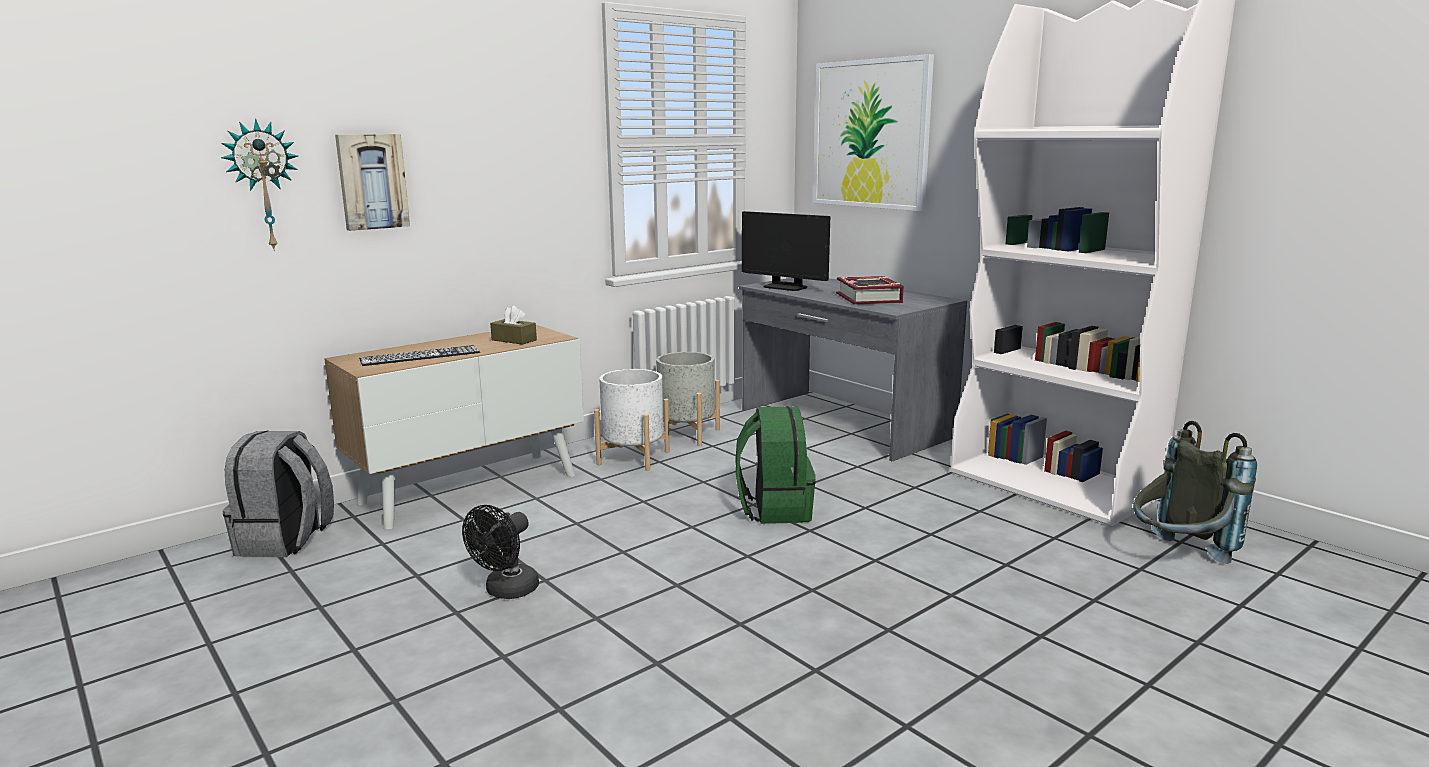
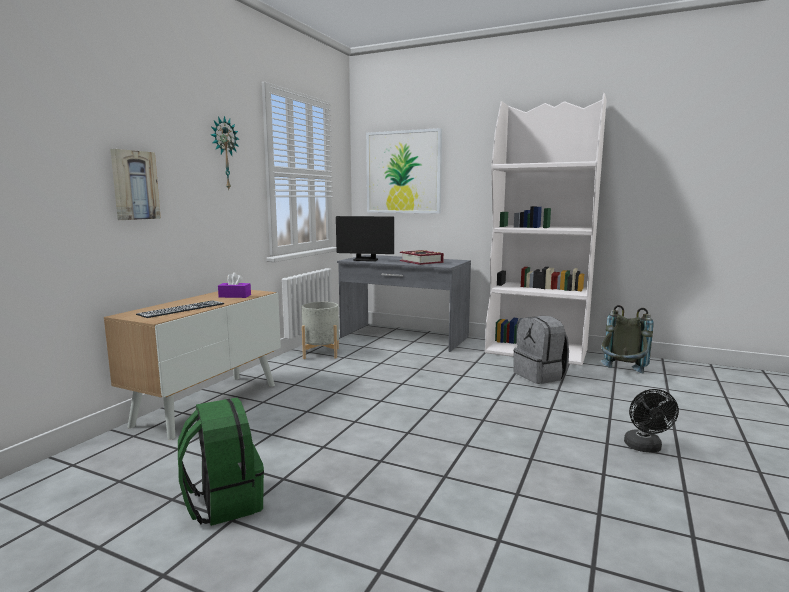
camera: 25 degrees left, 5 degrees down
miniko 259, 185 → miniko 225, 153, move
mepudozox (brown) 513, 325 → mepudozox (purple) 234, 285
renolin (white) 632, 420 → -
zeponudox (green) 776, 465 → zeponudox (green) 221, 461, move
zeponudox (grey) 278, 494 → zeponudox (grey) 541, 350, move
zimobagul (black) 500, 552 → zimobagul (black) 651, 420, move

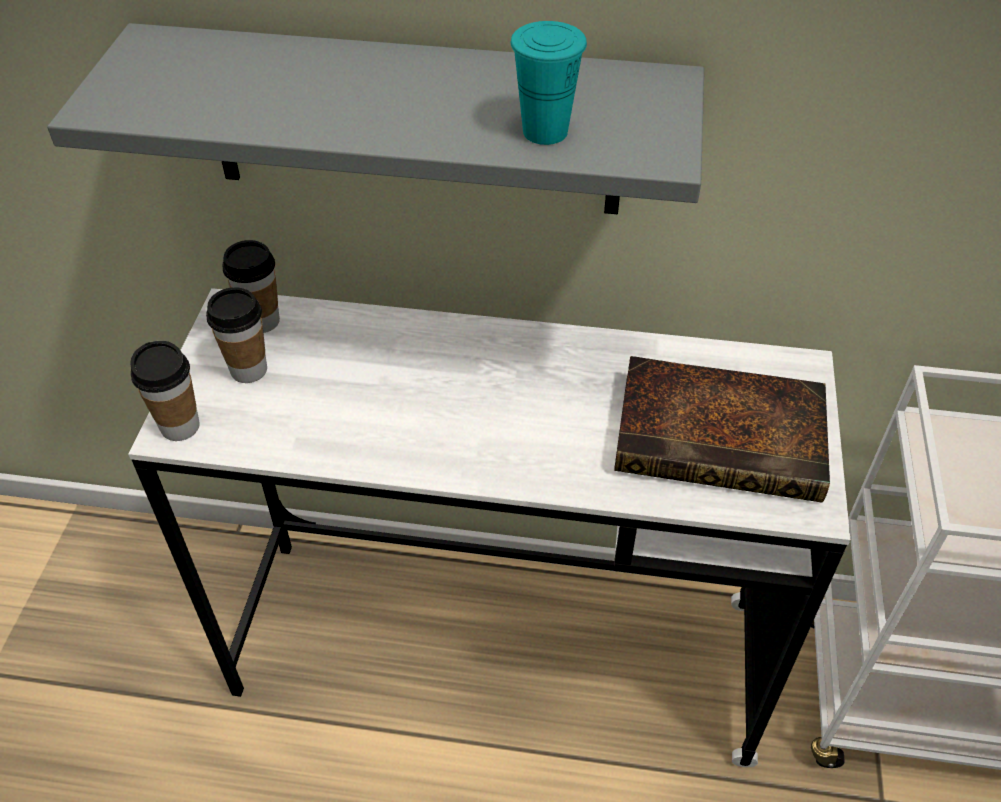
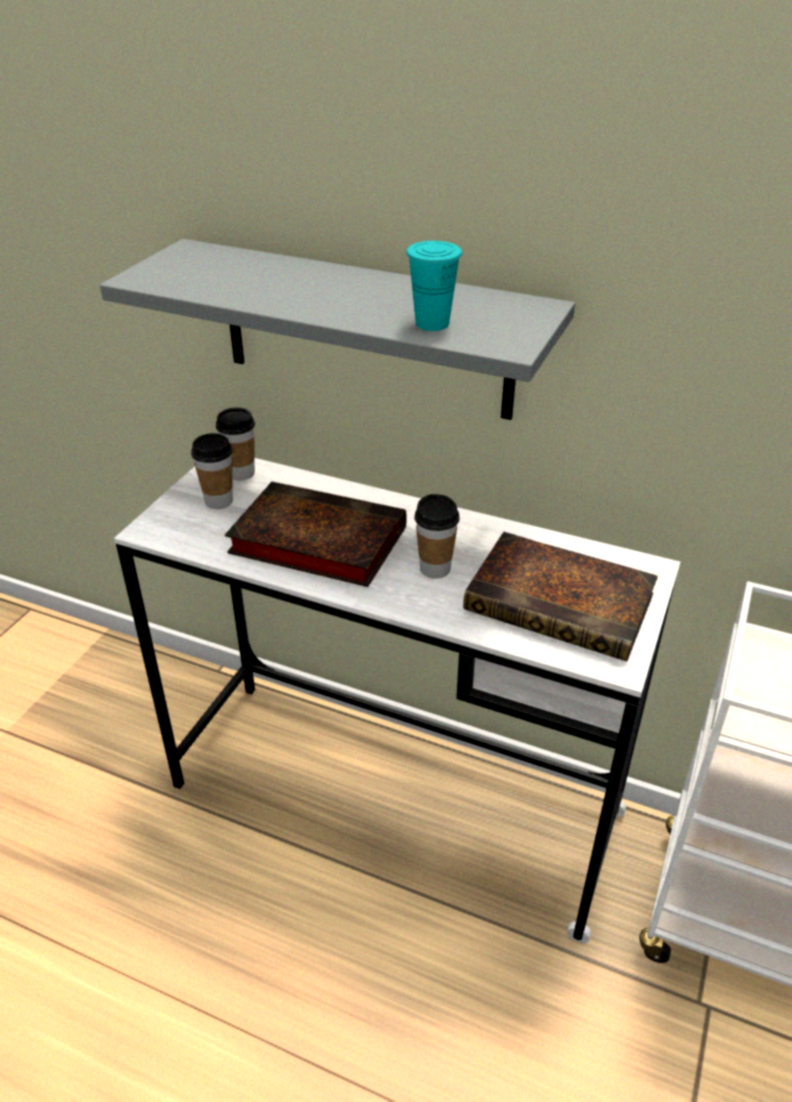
camera: 15 degrees right, 10 degrees down
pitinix 165, 391 → pitinix 437, 536, move
- → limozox 316, 534

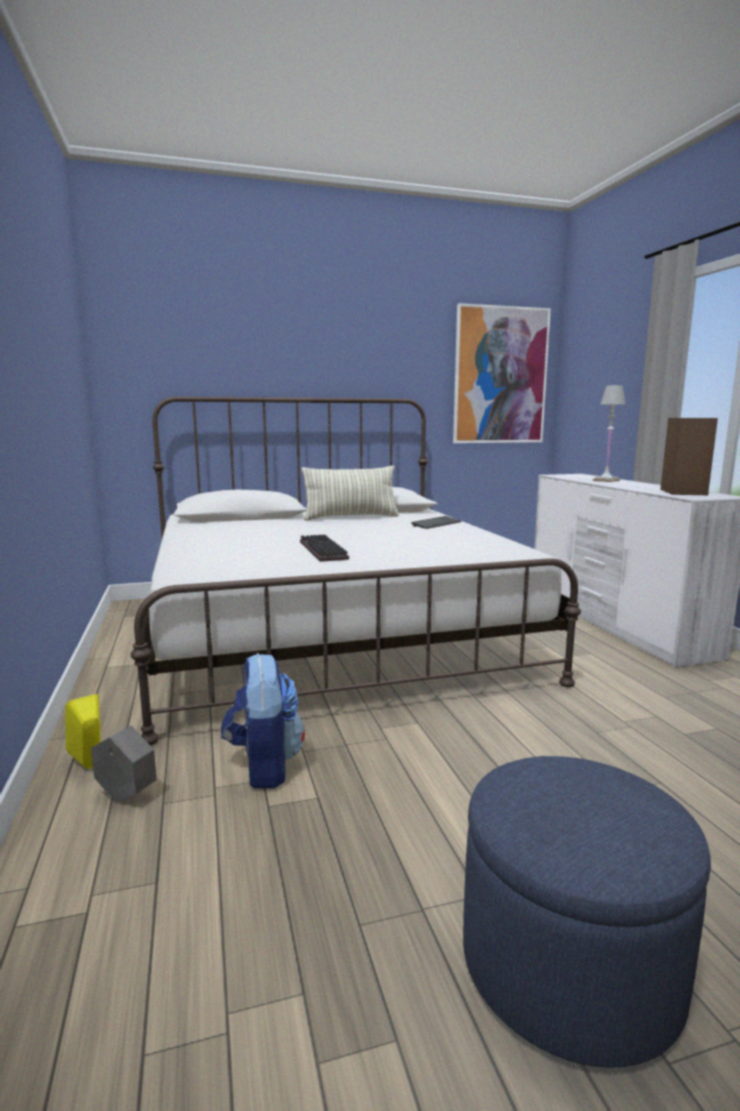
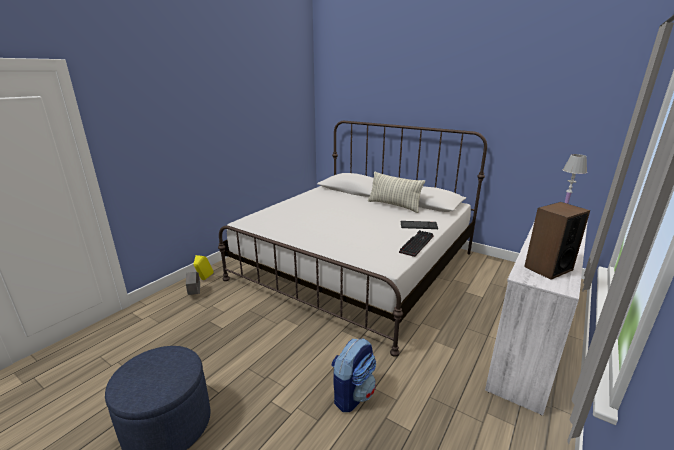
camera: 50 degrees right, 10 degrees up
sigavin 502, 373 → -
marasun 324, 548 → marasun 416, 243, move
zeponudox 263, 720 → zeponudox 353, 375, move

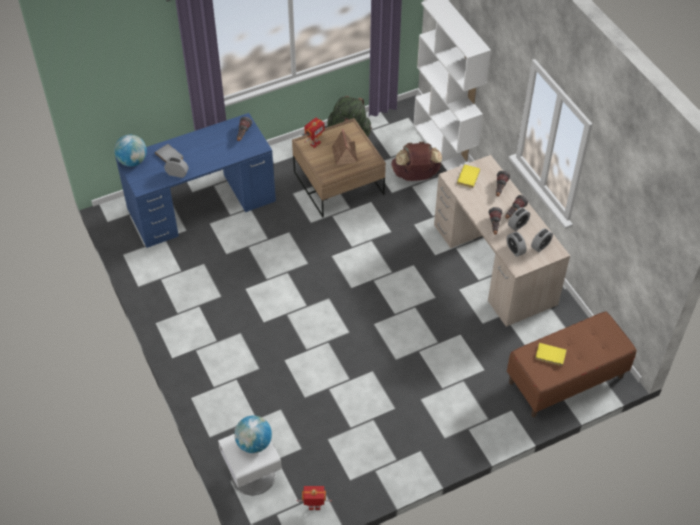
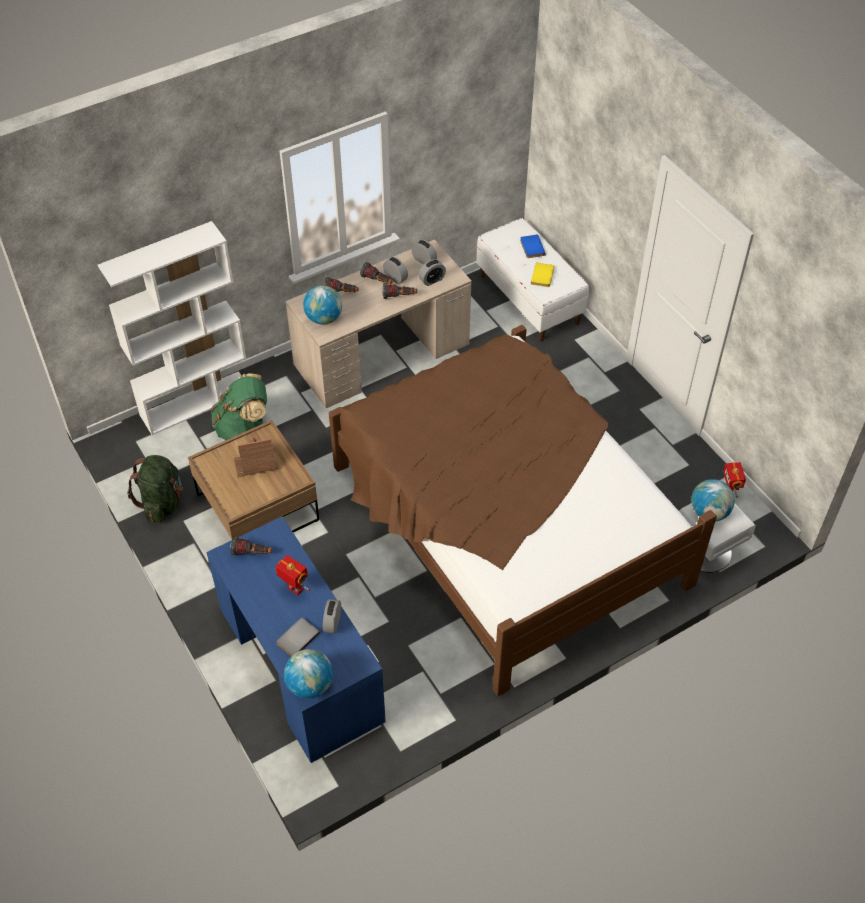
camera: 95 degrees left, 0 degrees up
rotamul 314, 133 → rotamul 293, 575, move
zeponudox (brown) 416, 161 → zeponudox (green) 239, 406
limozox (yellow) 468, 176 → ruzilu 322, 305
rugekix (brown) 571, 364 → rugekix (white) 533, 280
- → limozox (blue) 533, 246
- → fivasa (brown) 523, 510

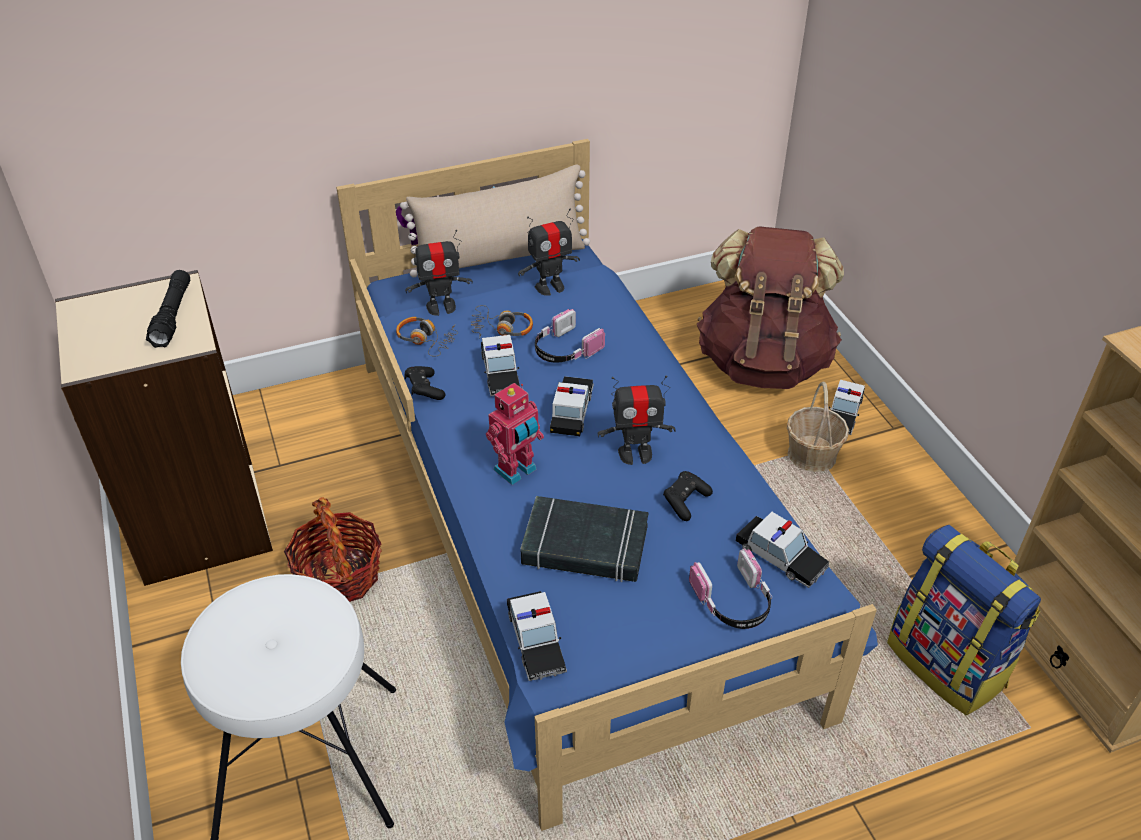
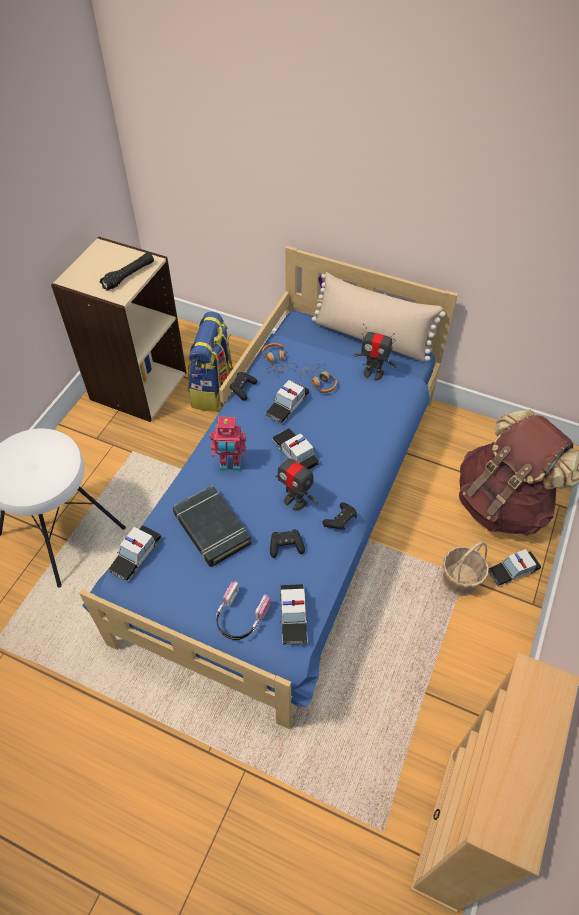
camera: 45 degrees right, 10 degrees up
rotamul 439, 273 → -
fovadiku 570, 335 → -
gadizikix 572, 406 → gadizikix 295, 449, 90 degrees counterclockwise
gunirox 333, 549 → -
zeponudox 964, 620 → zeponudox 210, 361, move
- → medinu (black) 340, 516

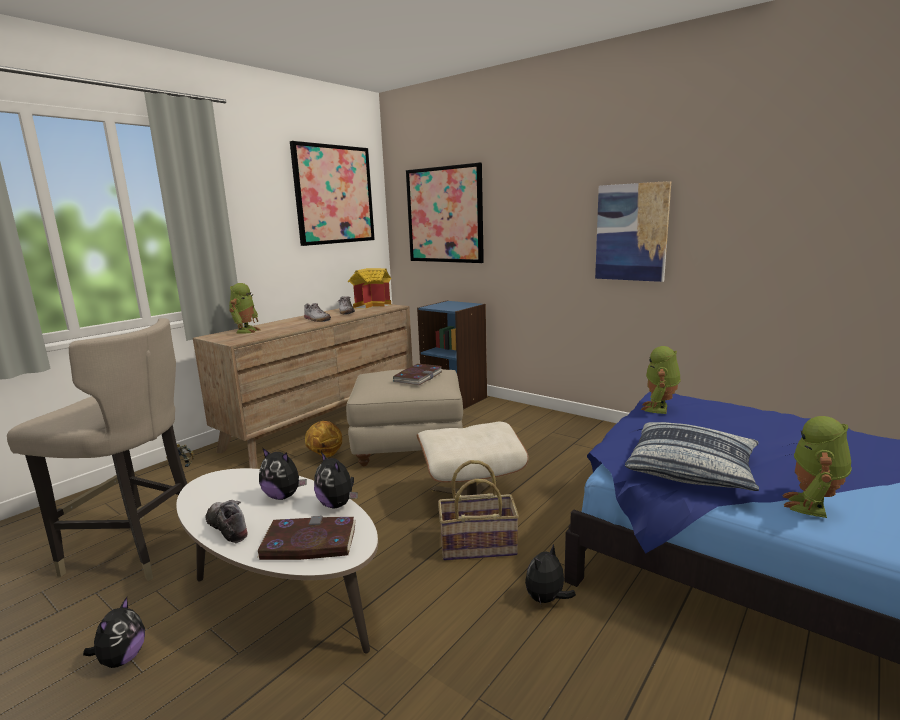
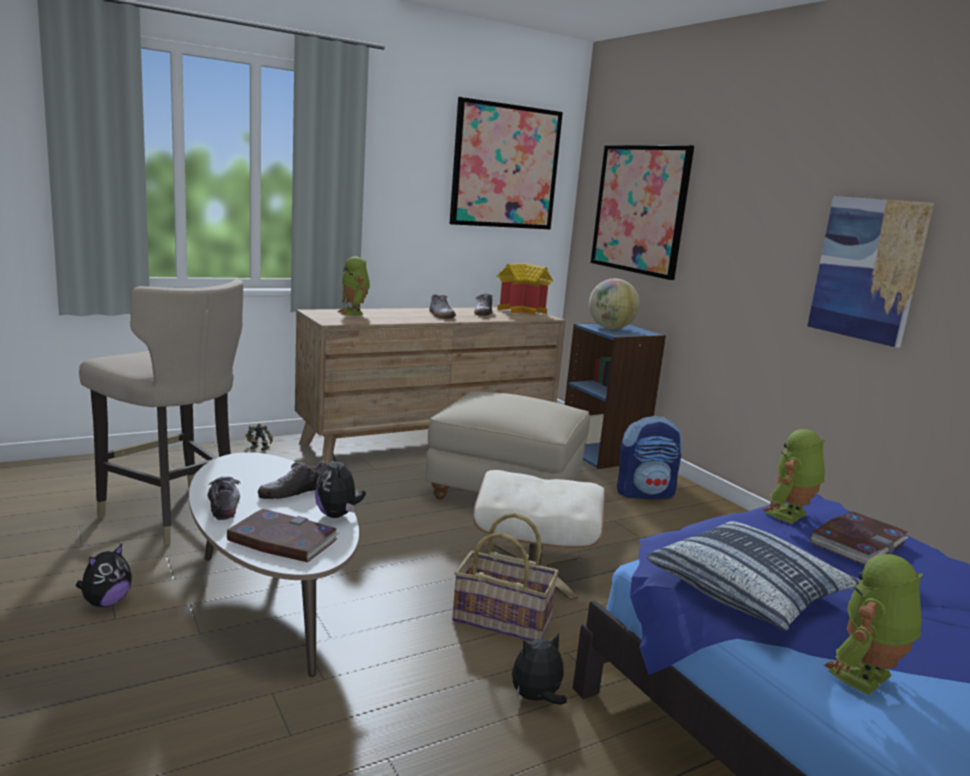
camera: 20 degrees right, 0 degrees up
rotamul 245, 308 → rotamul 354, 285, 120 degrees clockwise
limozox 417, 374 → limozox 859, 538, move
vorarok 323, 439 → -
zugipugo 283, 474 → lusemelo 292, 480
- → ruzilu 614, 304
- → zeponudox 649, 457

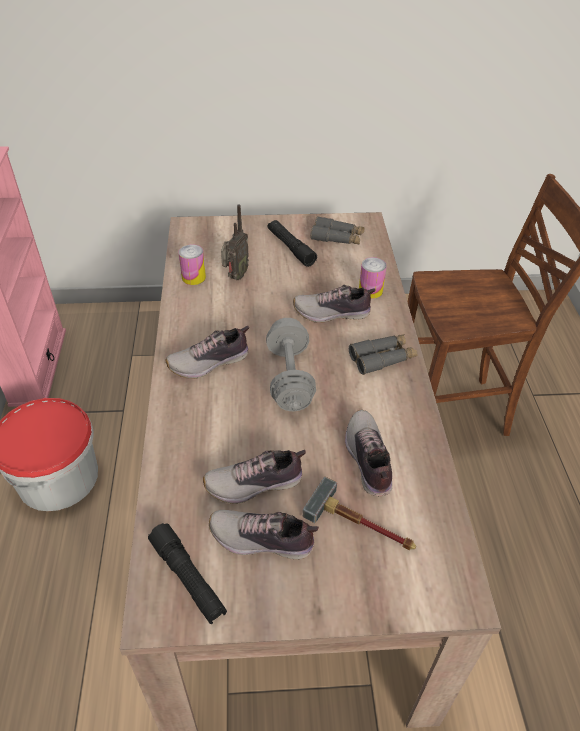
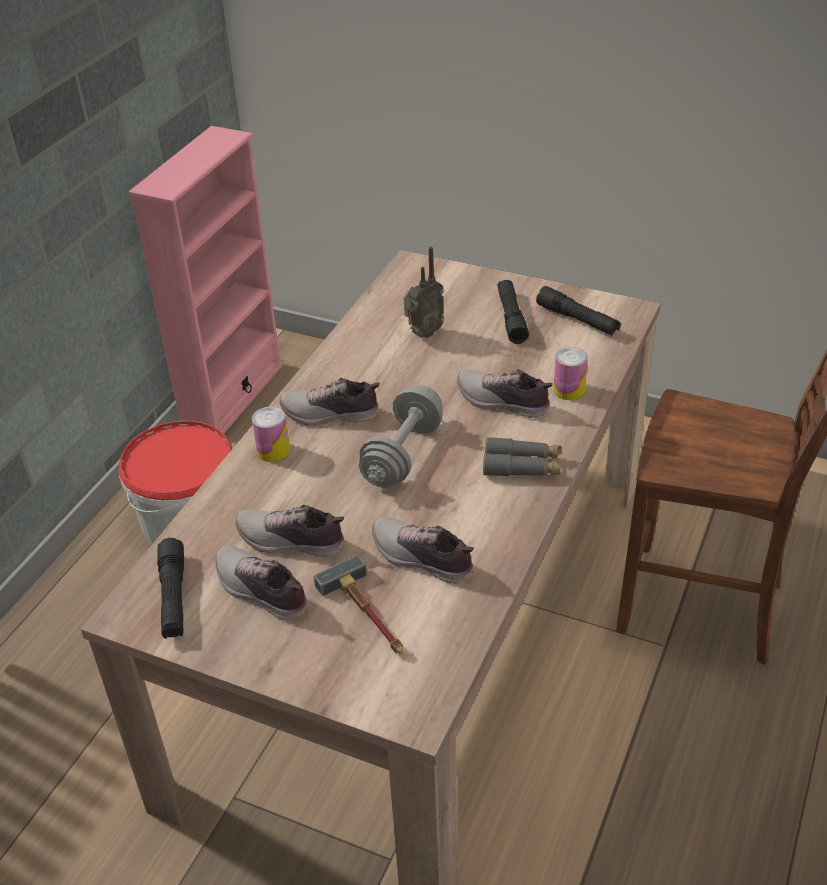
camera: 30 degrees right, 5 degrees down
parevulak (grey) 337, 230 → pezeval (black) 578, 310
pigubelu 192, 264 → pigubelu 271, 434, move
lusemelo 368, 453 → lusemelo 423, 550, 75 degrees counterclockwise

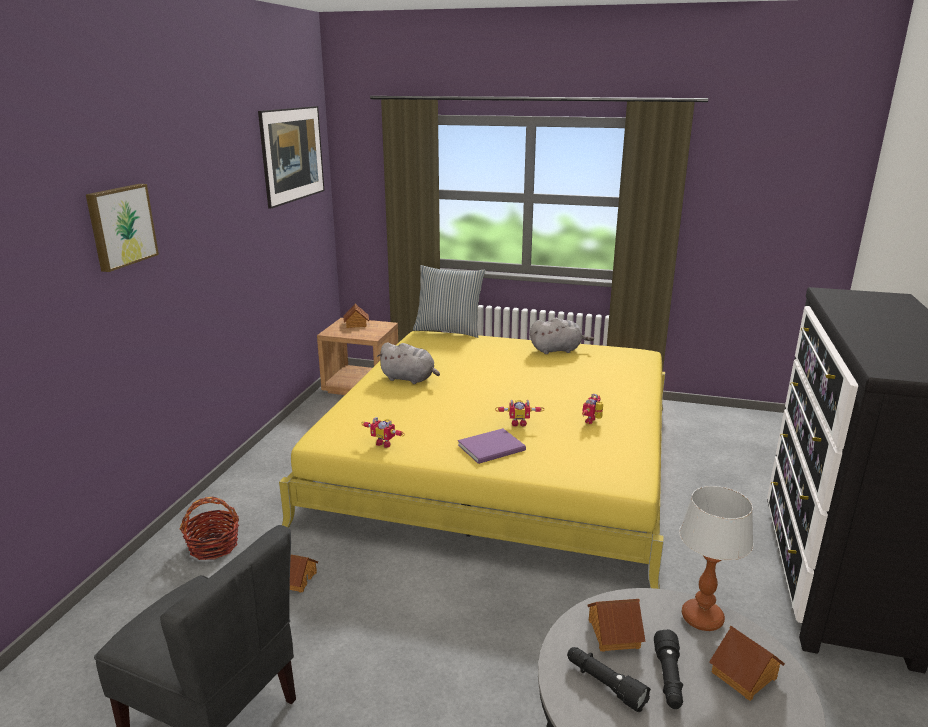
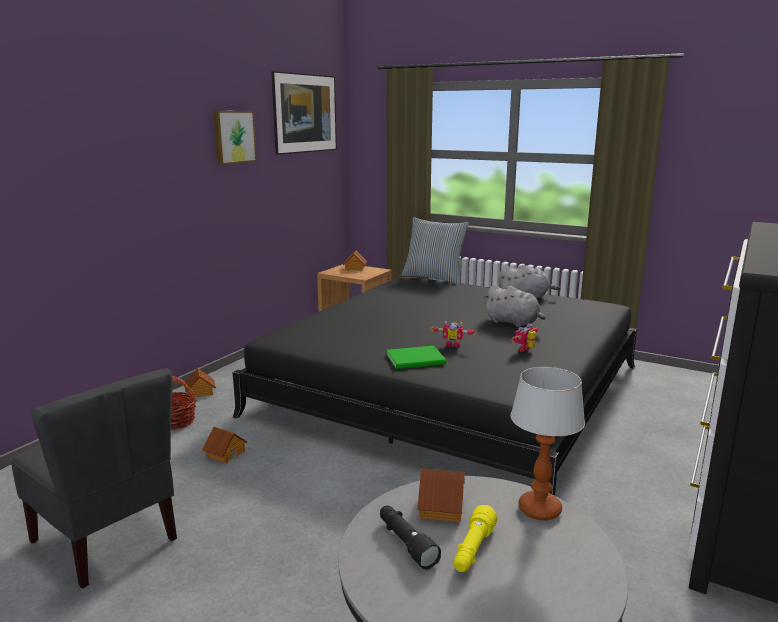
camera: 15 degrees right, 5 degrees down
sigavin 122, 228 → sigavin 235, 137, move
fivasa (yellow) 472, 460 → fivasa (black) 434, 386
zugipugo (grey) 408, 363 → zugipugo (grey) 515, 306, move
rotamul 383, 432 → -
limozox (purple) 492, 446 → limozox (green) 416, 357
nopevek 747, 663 → nopevek 200, 382, move
pezeval (black) 668, 669 → pezeval (yellow) 476, 538

